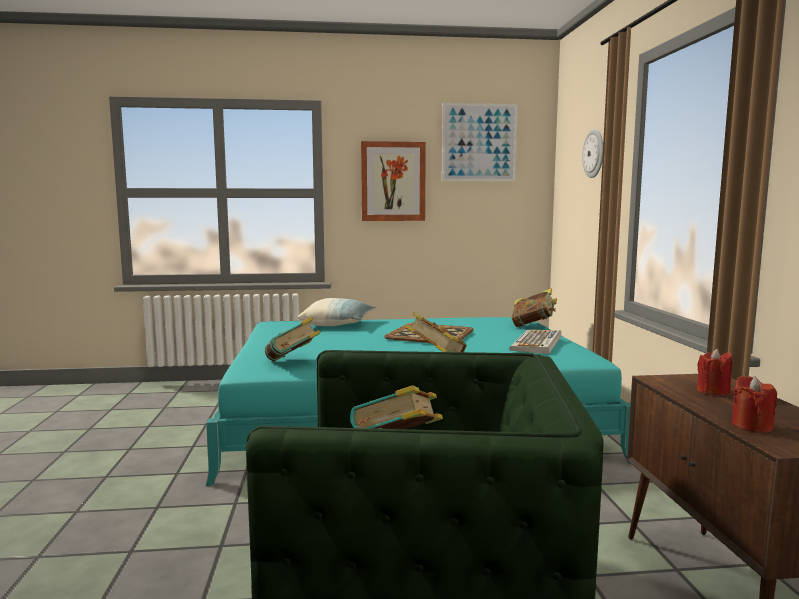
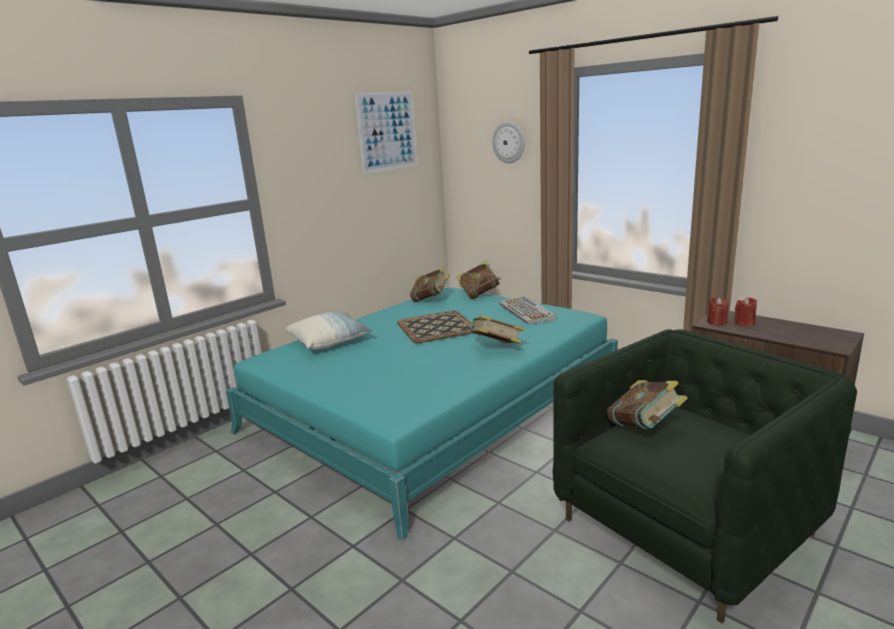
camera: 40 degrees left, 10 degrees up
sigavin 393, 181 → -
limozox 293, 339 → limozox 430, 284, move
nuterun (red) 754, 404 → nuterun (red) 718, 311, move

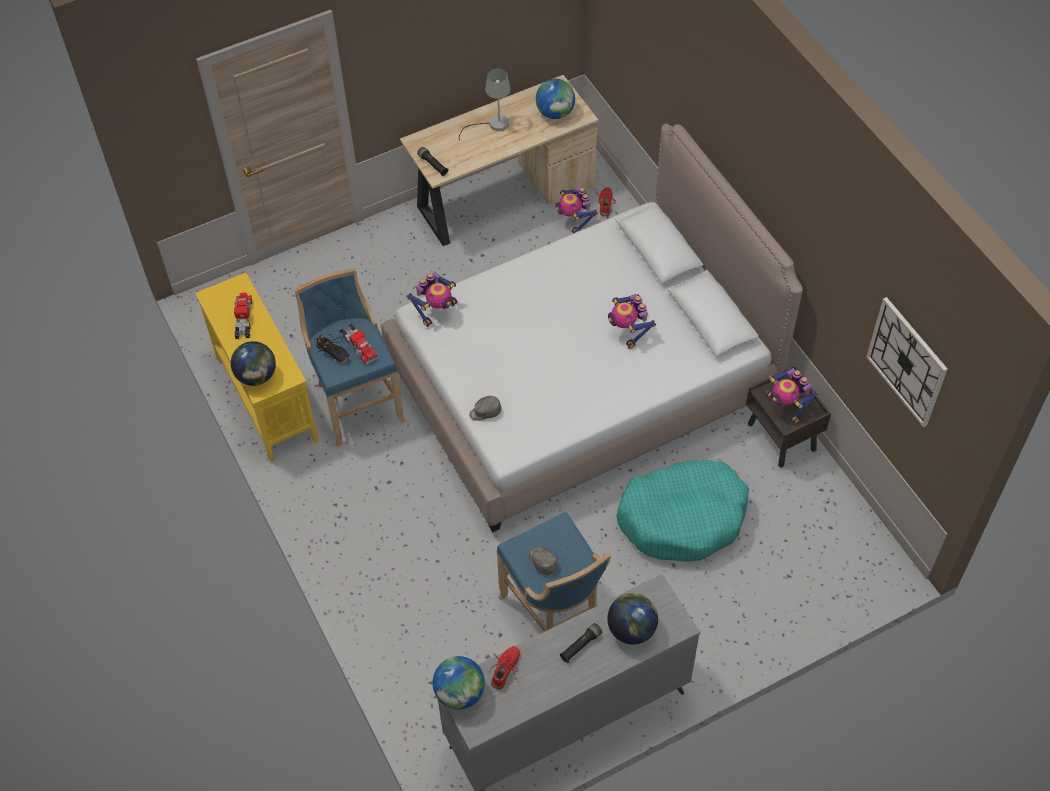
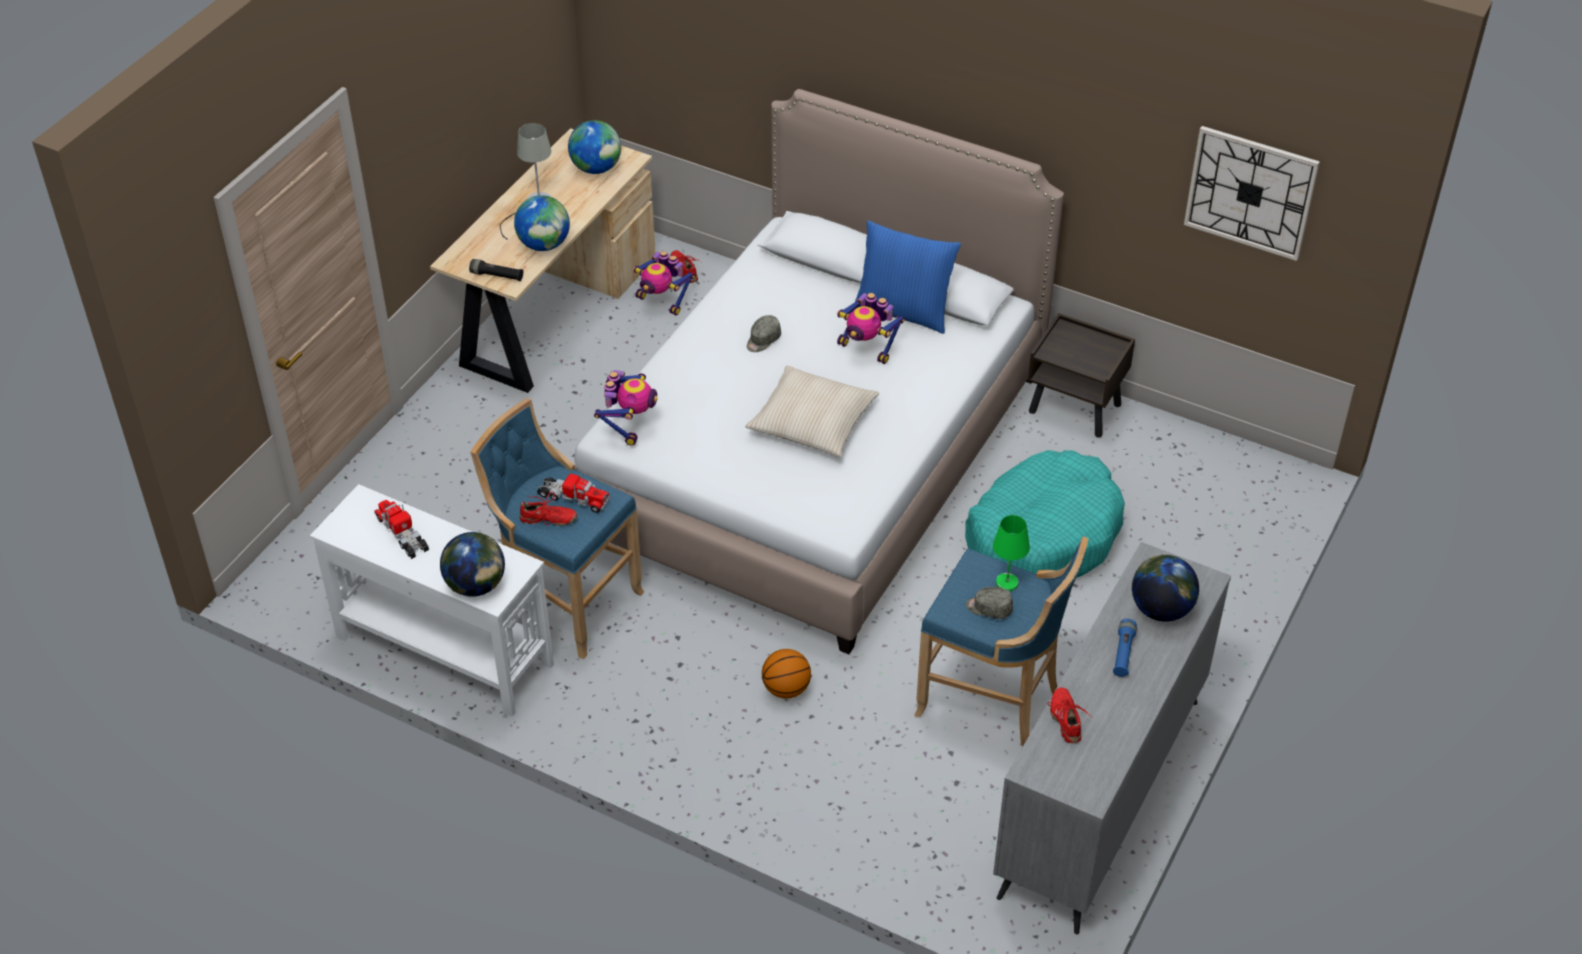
camera: 35 degrees left, 10 degrees down
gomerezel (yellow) 257, 367 → gomerezel (white) 432, 600
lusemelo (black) 333, 348 → lusemelo (red) 548, 508
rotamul 792, 396 → -
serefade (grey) 485, 408 → serefade (grey) 764, 333, move
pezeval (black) 581, 643 → pezeval (blue) 1125, 647
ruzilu 458, 682 → ruzilu 542, 223, move
- → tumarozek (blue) 907, 277
- → tumarozek (beige) 812, 411
- → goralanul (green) 1011, 553
- → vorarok 786, 674

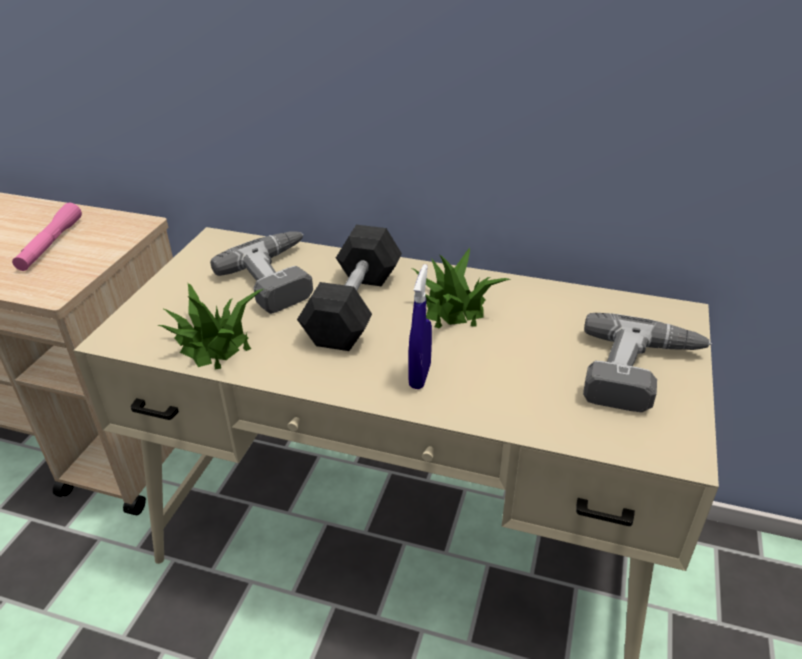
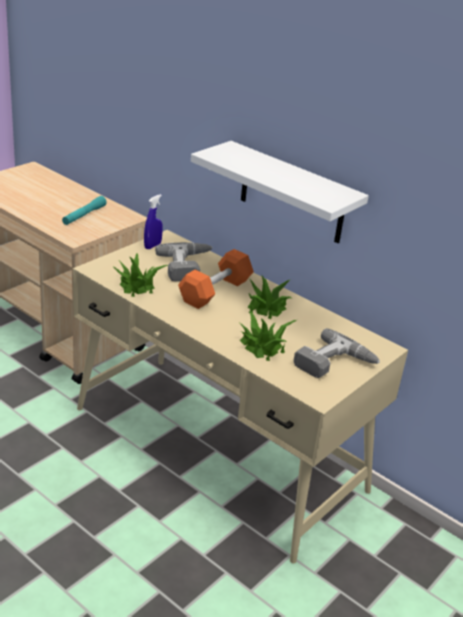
camera: 20 degrees right, 5 degrees down
pezeval (pink) 47, 237 → pezeval (turquoise) 84, 210
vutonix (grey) 349, 288 → vutonix (orange) 216, 279
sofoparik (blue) 420, 326 → sofoparik (blue) 153, 221, move
- → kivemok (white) 280, 192
- → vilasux 268, 336

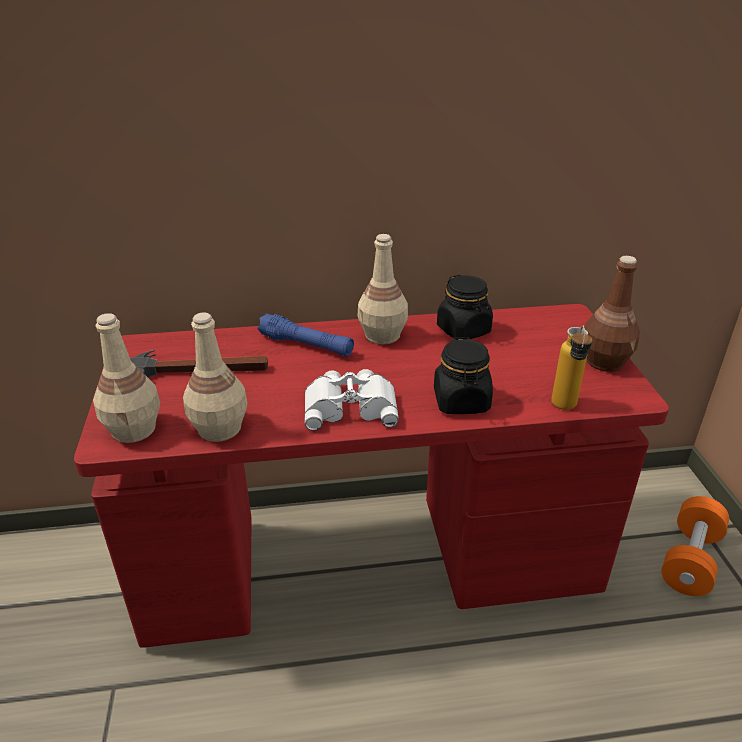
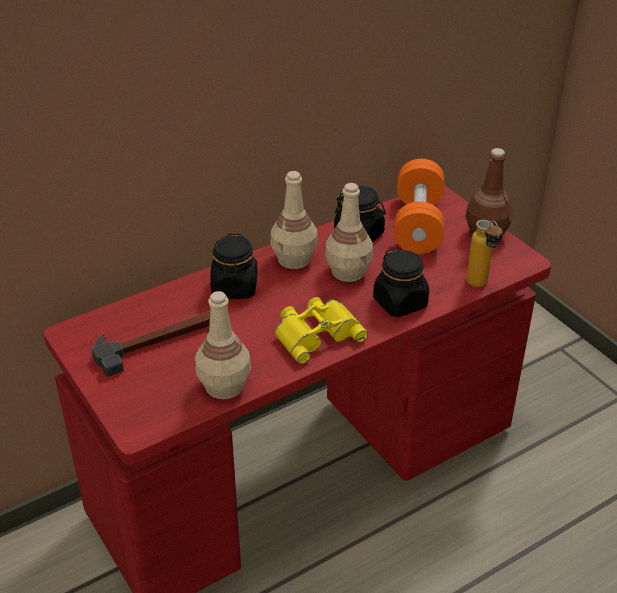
camera: 25 degrees left, 5 degrees up
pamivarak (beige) 126, 378 → pamivarak (beige) 349, 232, move
pezeval (blue) 305, 334 → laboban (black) 234, 266
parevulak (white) 351, 400 → parevulak (yellow) 321, 330
vutonix (orange) 695, 546 → vutonix (orange) 419, 206, move

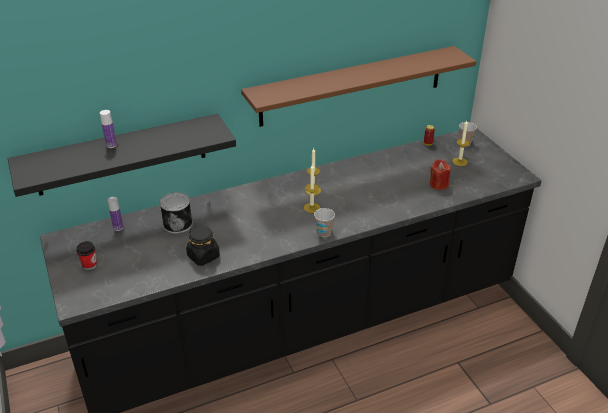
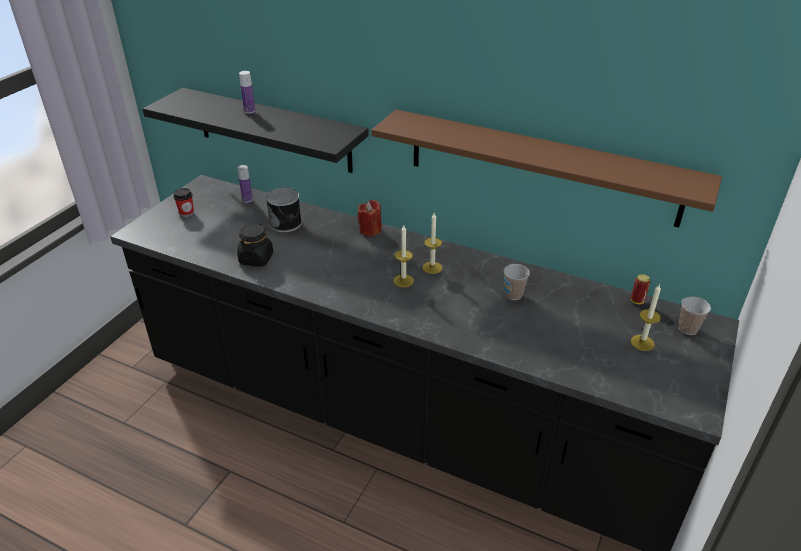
camera: 50 degrees right, 0 degrees up
nuterun (red) 440, 174 → nuterun (red) 369, 218, move
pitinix 324, 222 → pitinix 517, 282, move

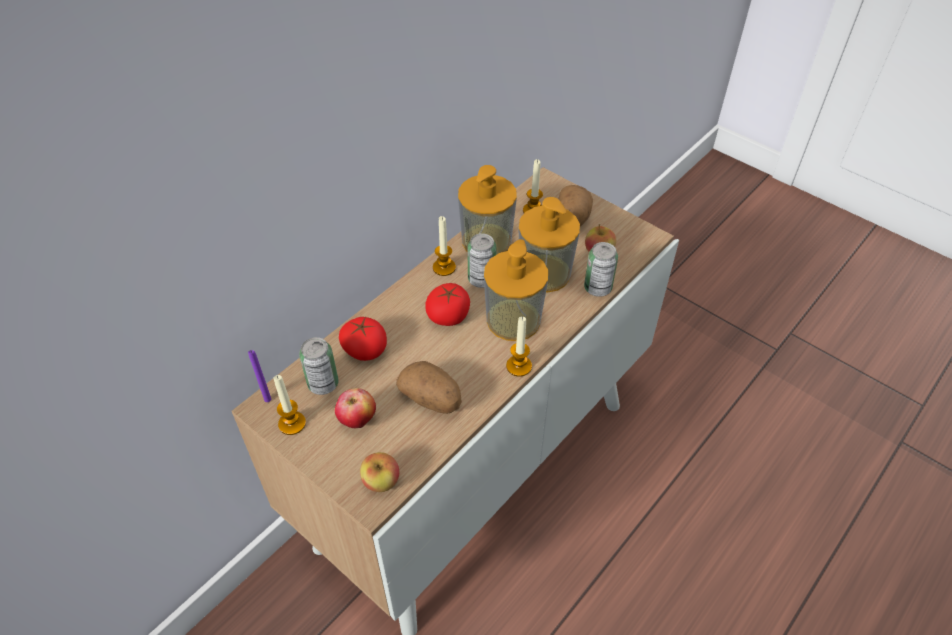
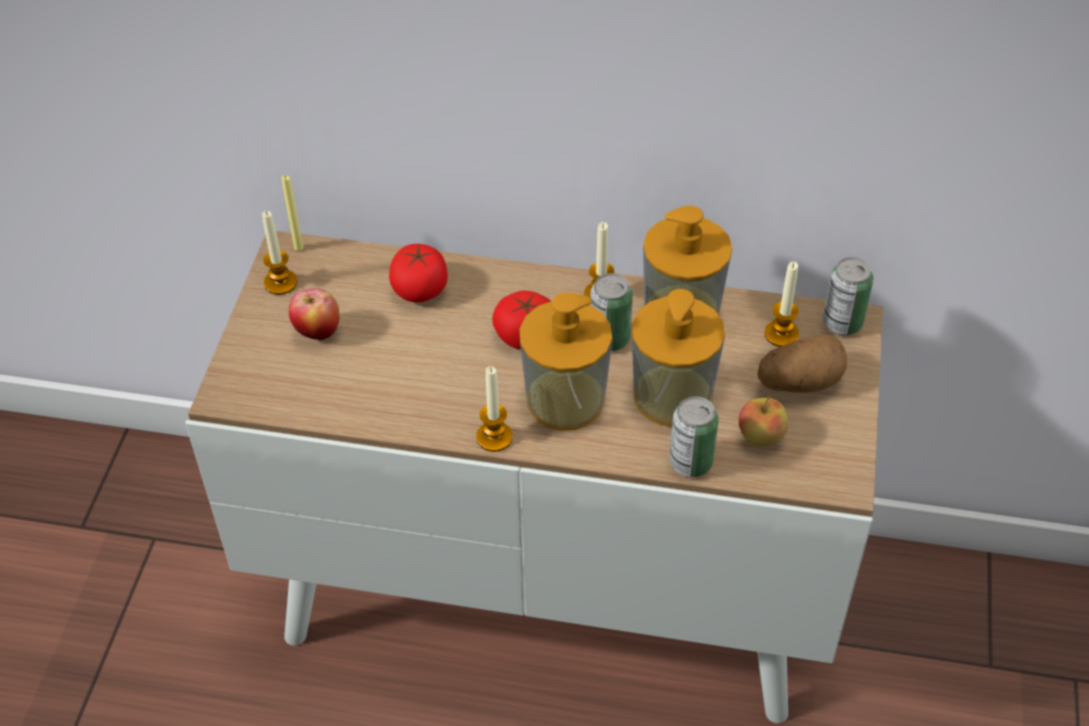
camera: 60 degrees right, 0 degrees up
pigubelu 319, 366 → pigubelu 848, 296, move
nuterun (purple) 259, 376 → nuterun (yellow) 292, 213
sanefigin 429, 387 → -
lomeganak 379, 472 → -

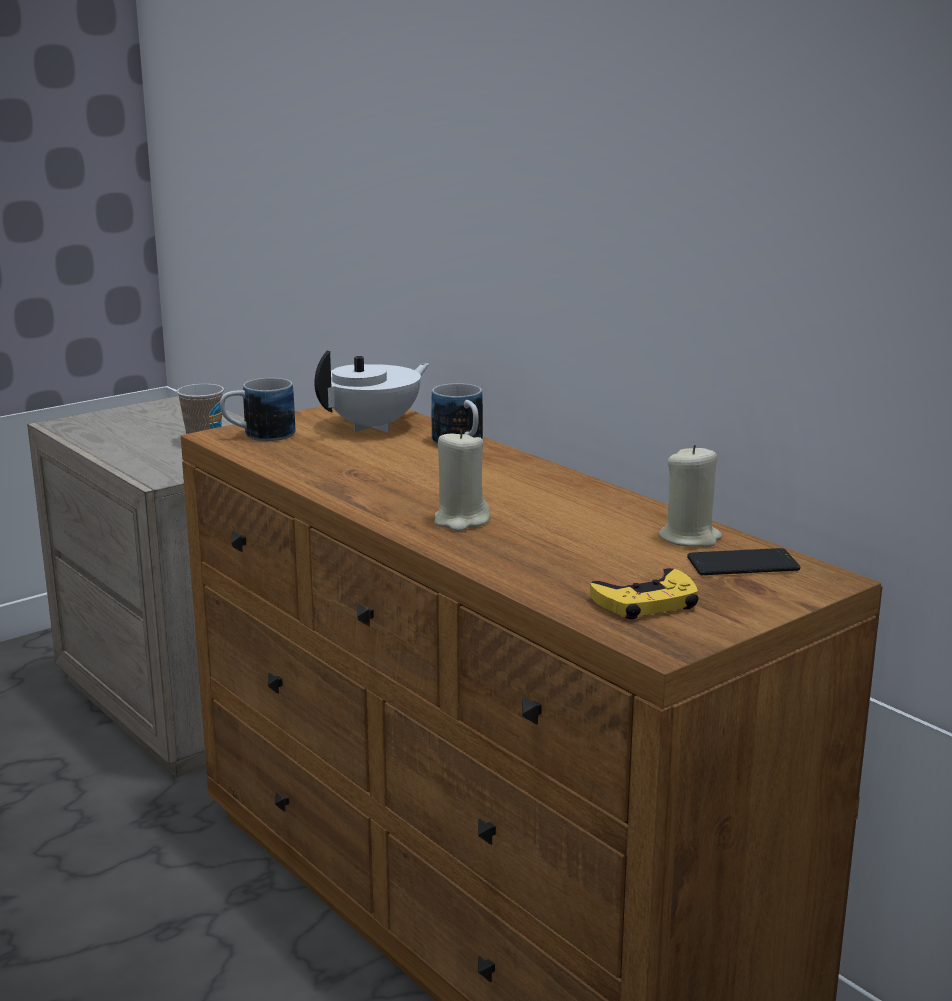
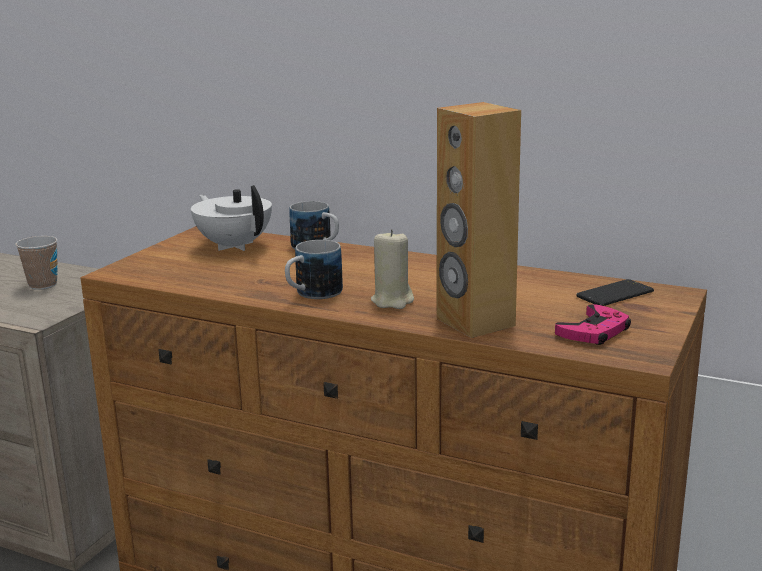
camera: 25 degrees left, 0 degrees up
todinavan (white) 371, 392 → todinavan (white) 231, 218, 60 degrees counterclockwise
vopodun 257, 409 → vopodun 314, 269, move
nuterun (beige) 690, 496 → -
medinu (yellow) 644, 593 → medinu (pink) 593, 324
- → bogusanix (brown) 479, 220

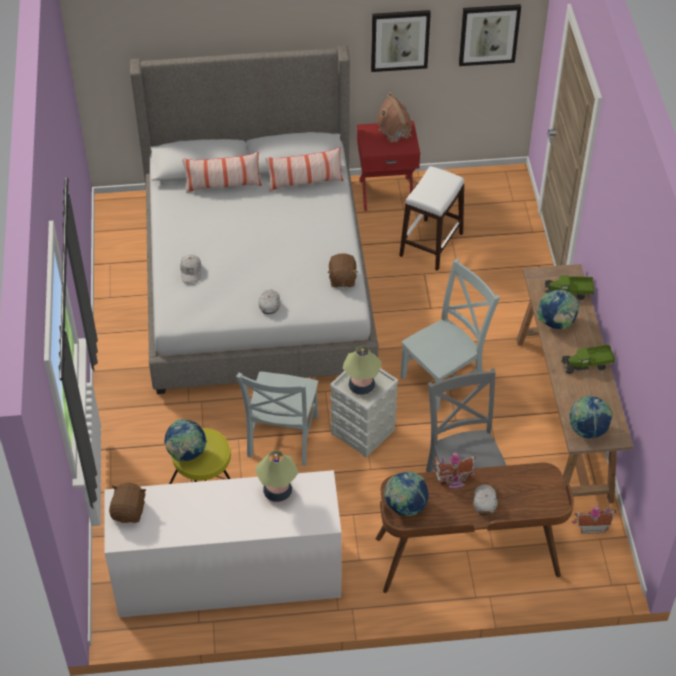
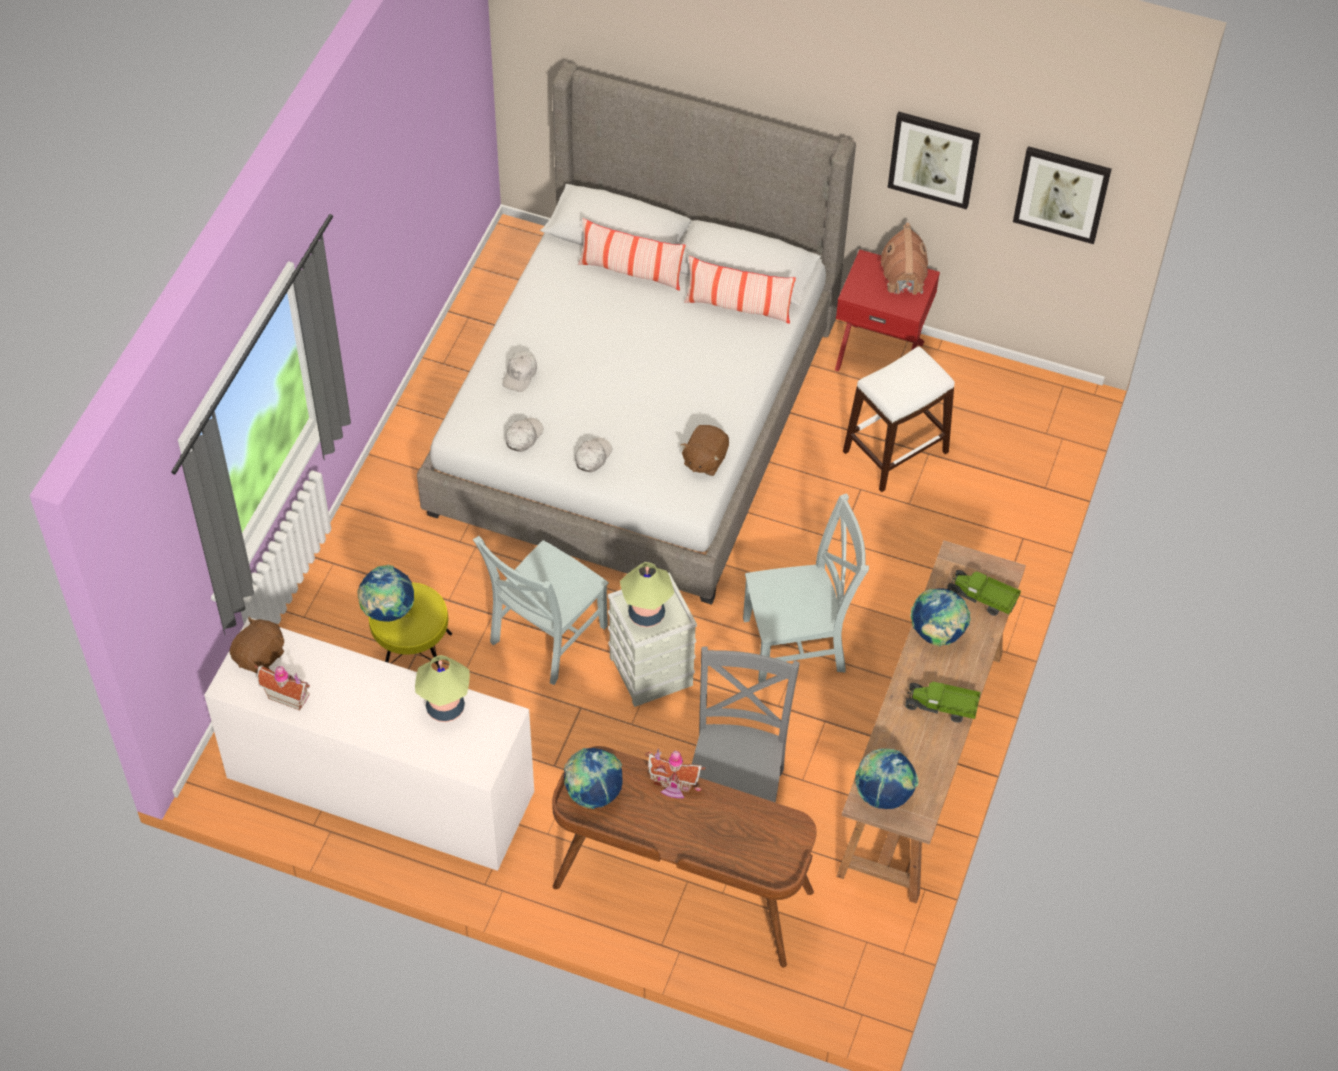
camera: 25 degrees right, 5 degrees up
serefade (white) 485, 499 → serefade (white) 525, 435, move
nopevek 594, 520 → nopevek 282, 687, move

